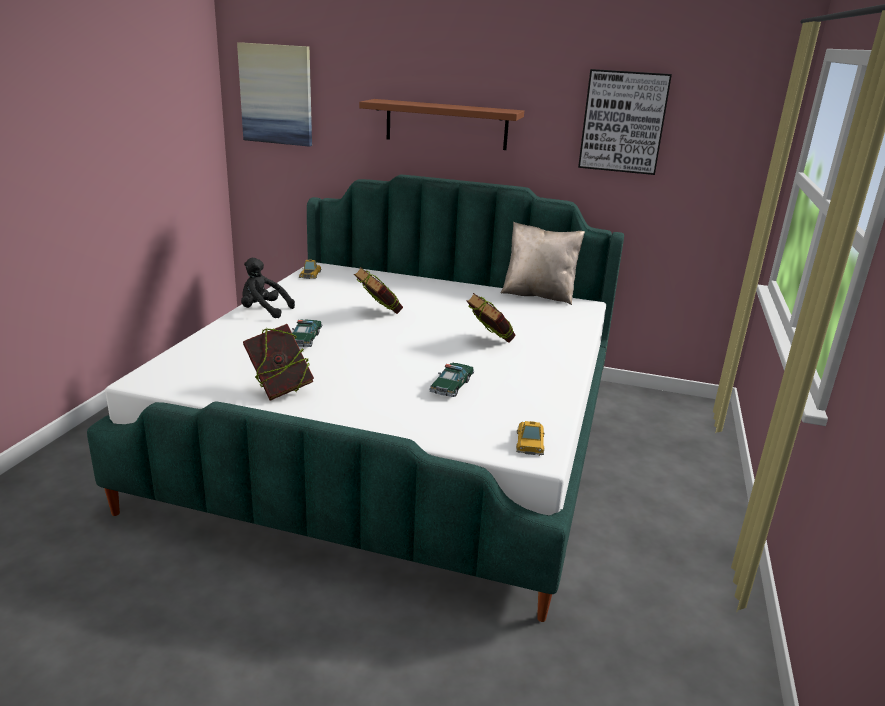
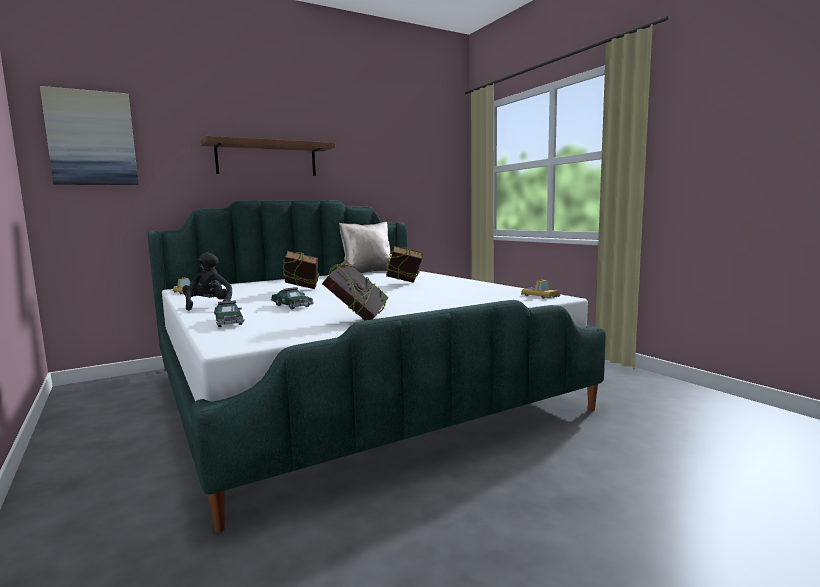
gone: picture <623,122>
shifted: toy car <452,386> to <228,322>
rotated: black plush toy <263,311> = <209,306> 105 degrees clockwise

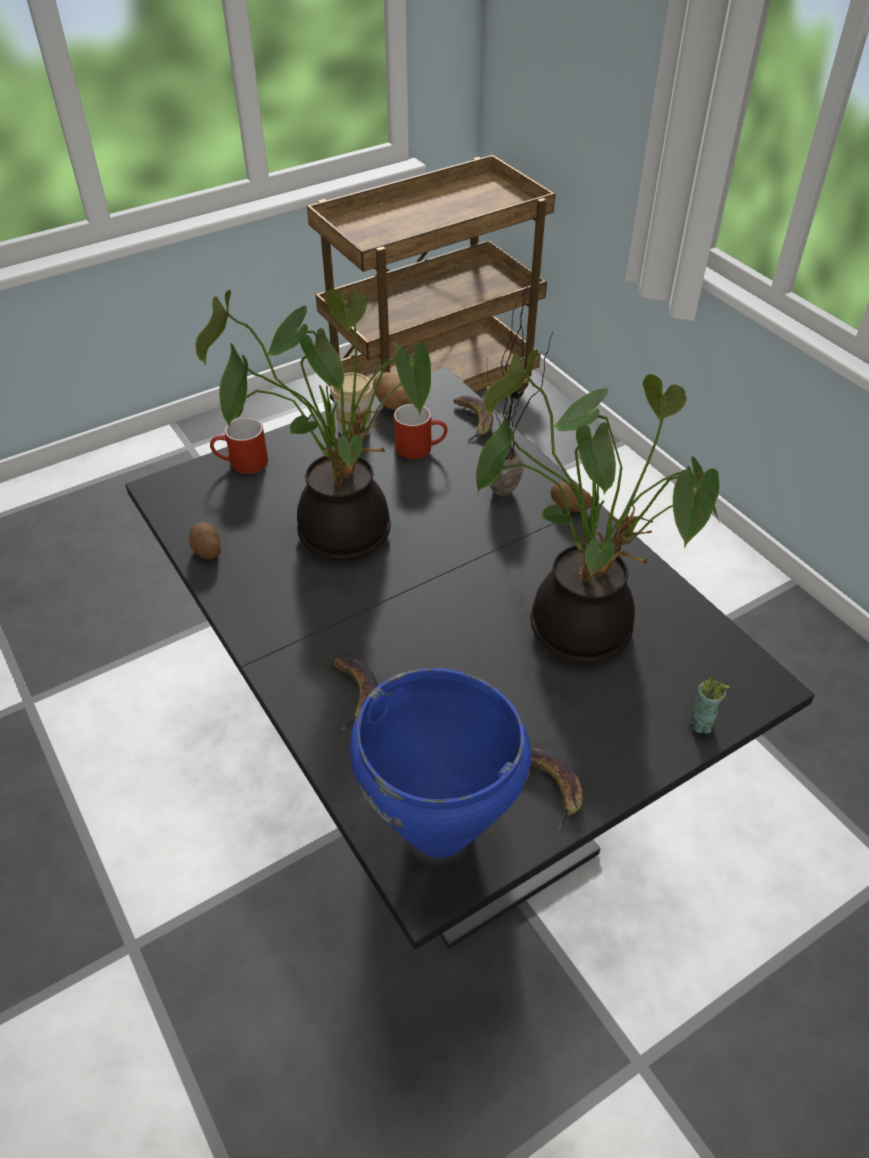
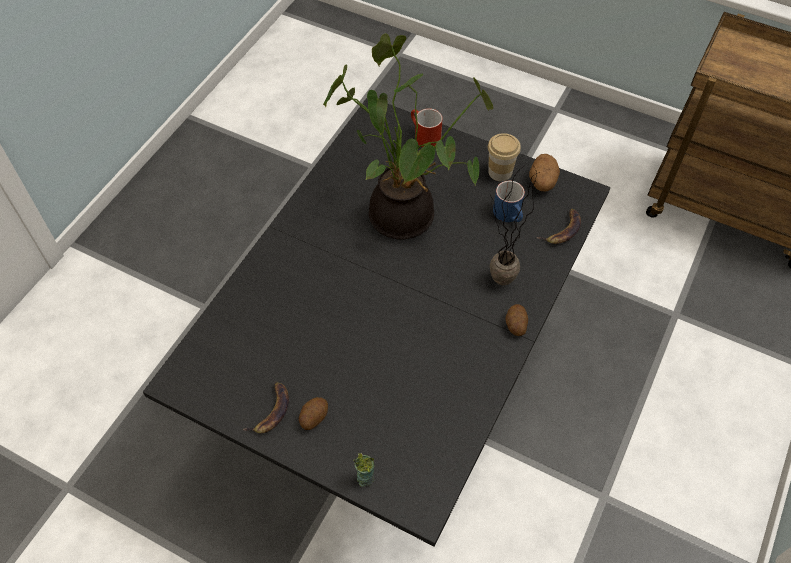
gone: banana <353,693>; blue cooking pot <440,830>; potted plant <581,621>
shifted: potato <207,550> to <313,417>
repainted: red mug <421,447> to blue mug <510,215>

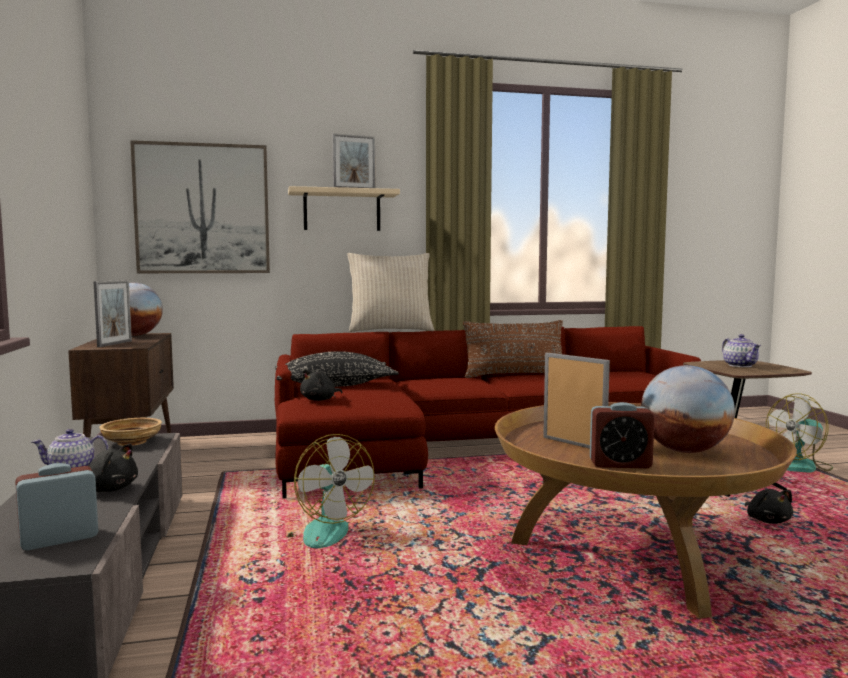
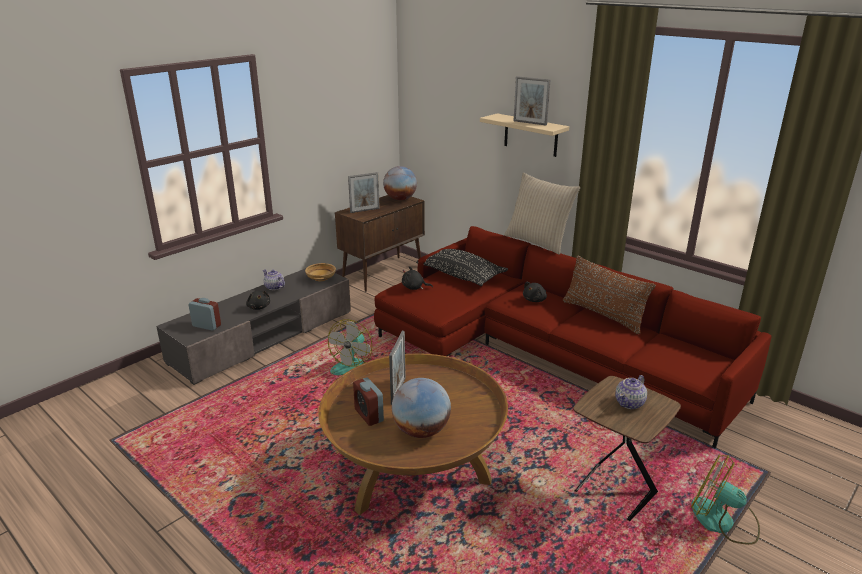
gone: picture <202,209>
shifted: black plush toy <767,520> to <535,300>

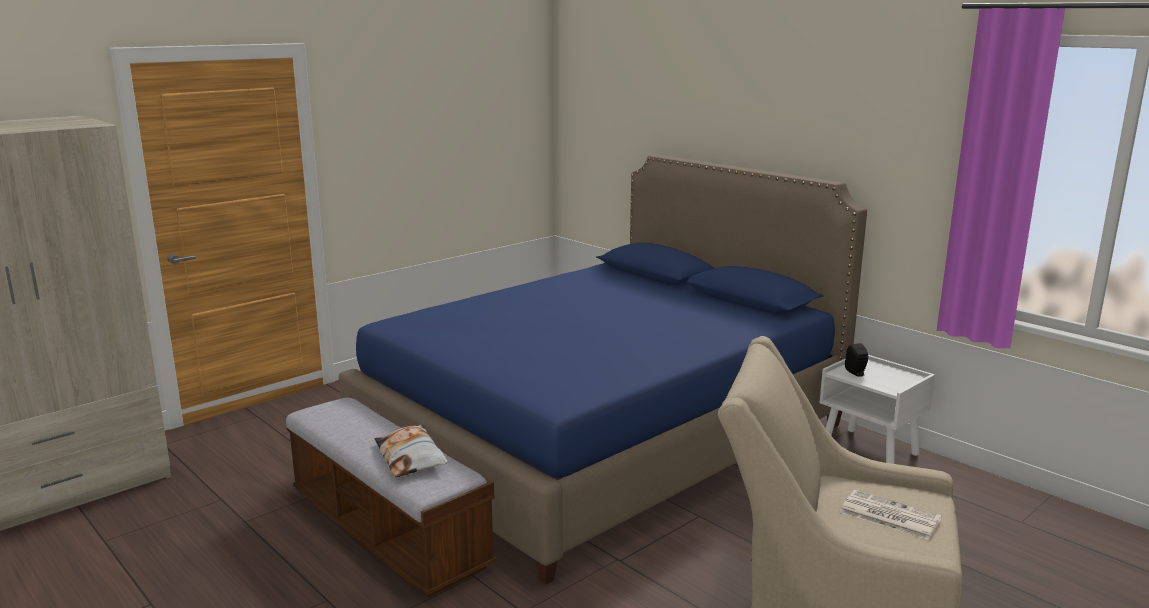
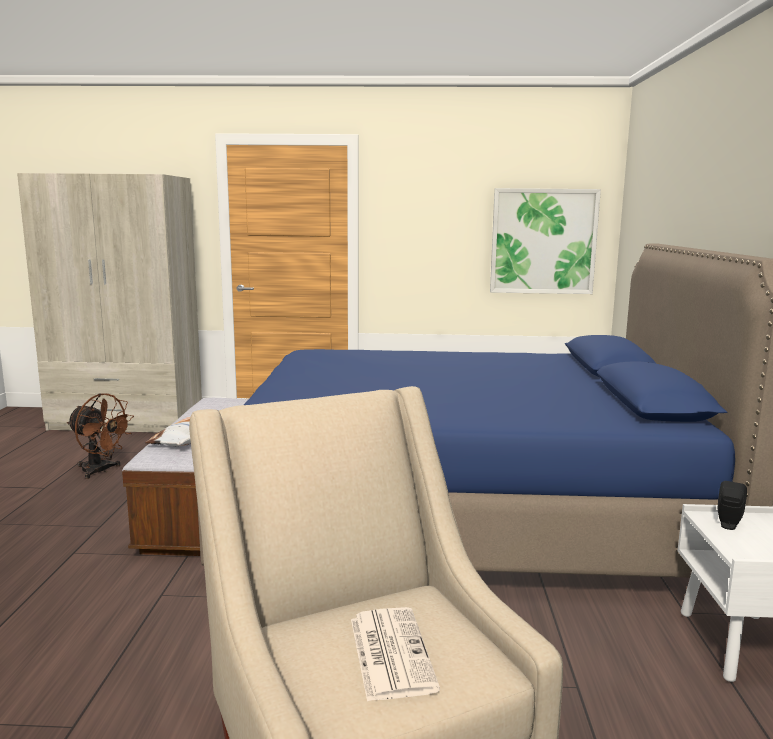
new: brown fan <101,471>; picture <543,241>

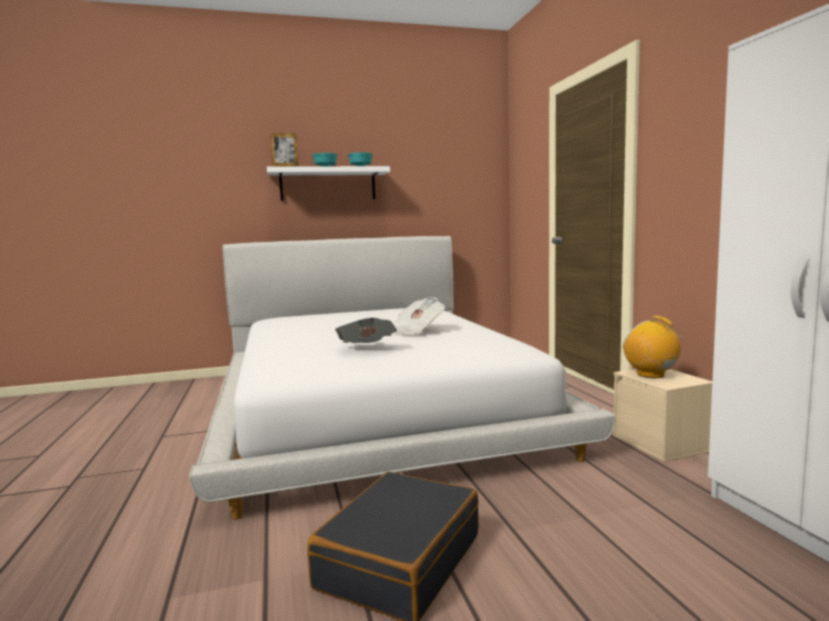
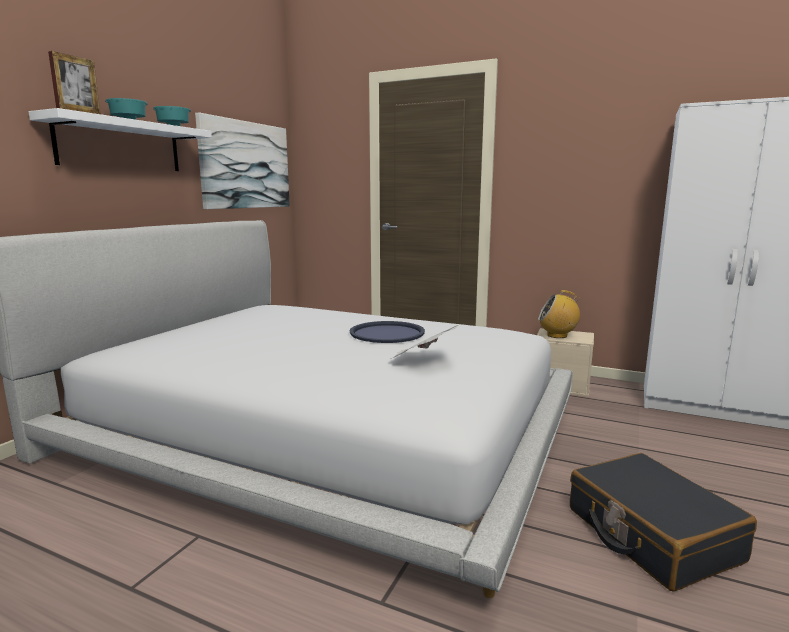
new: picture <246,165>
swapped: newspaper <416,331> to blue tray <387,333>

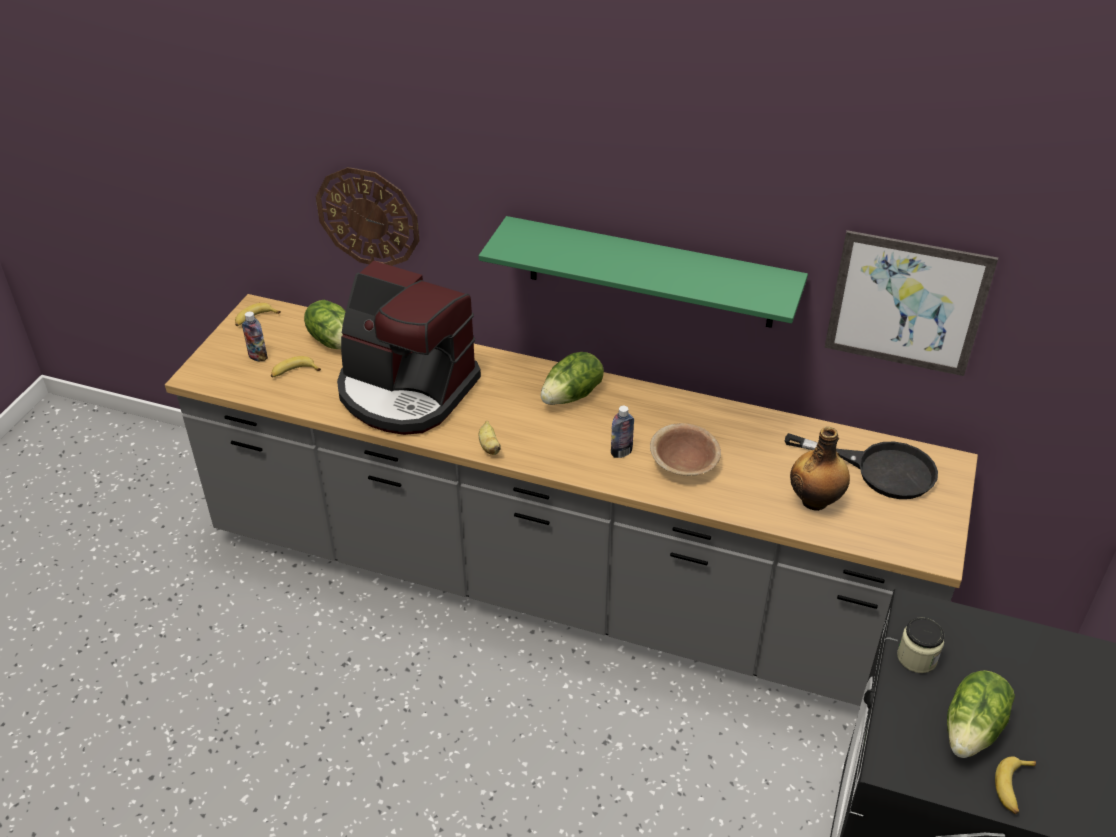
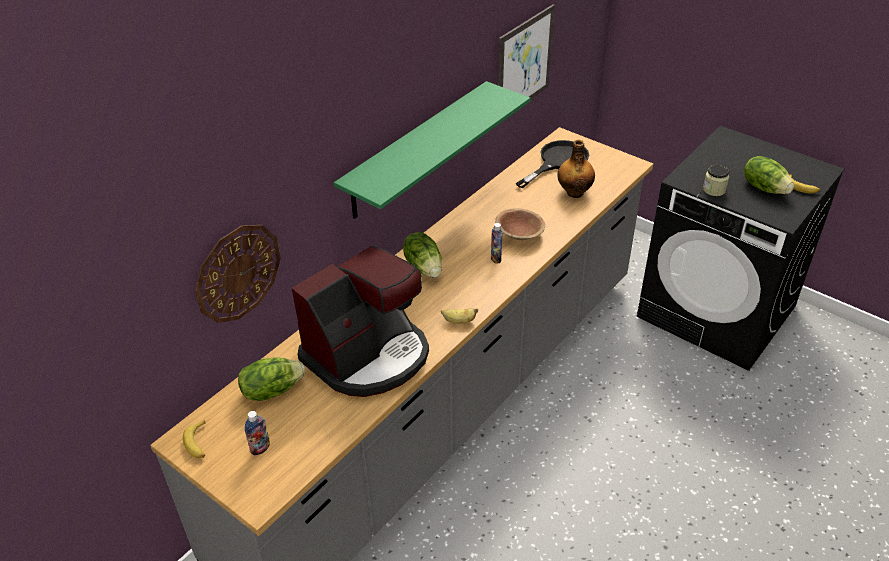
gone: banana <294,372>

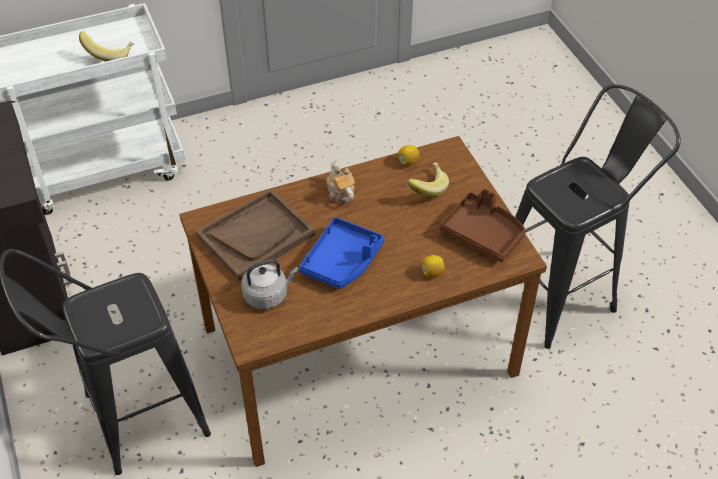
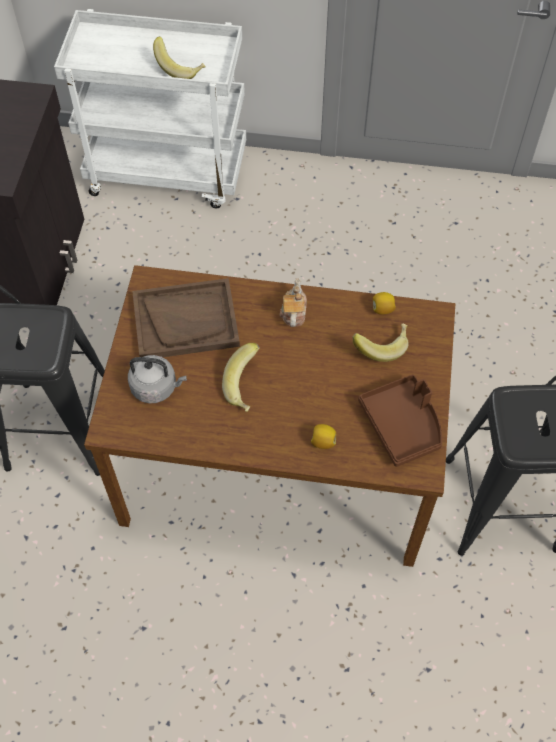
swapped: blue tray <342,261> to banana <246,386>

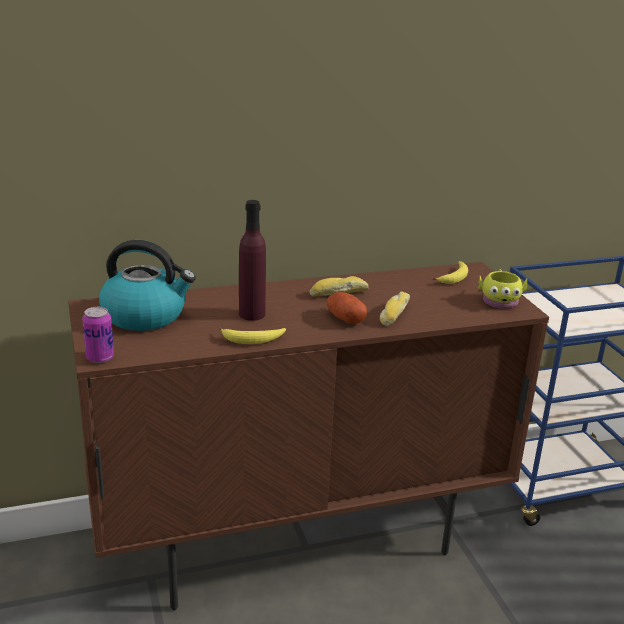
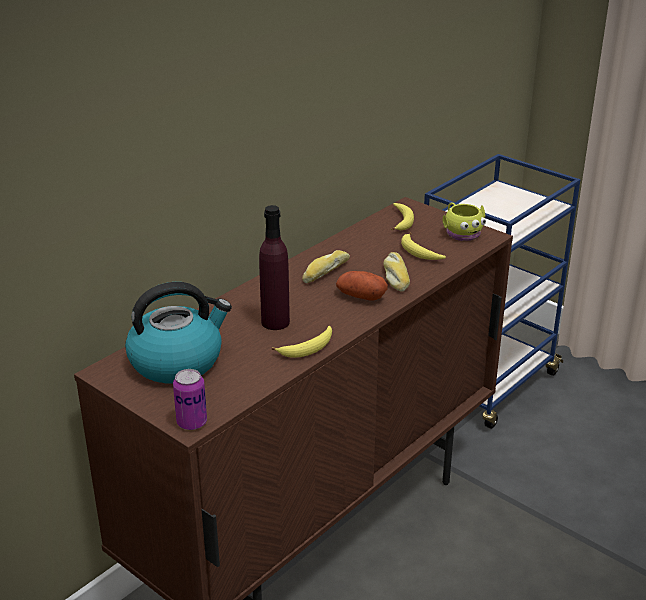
new: banana <419,252>

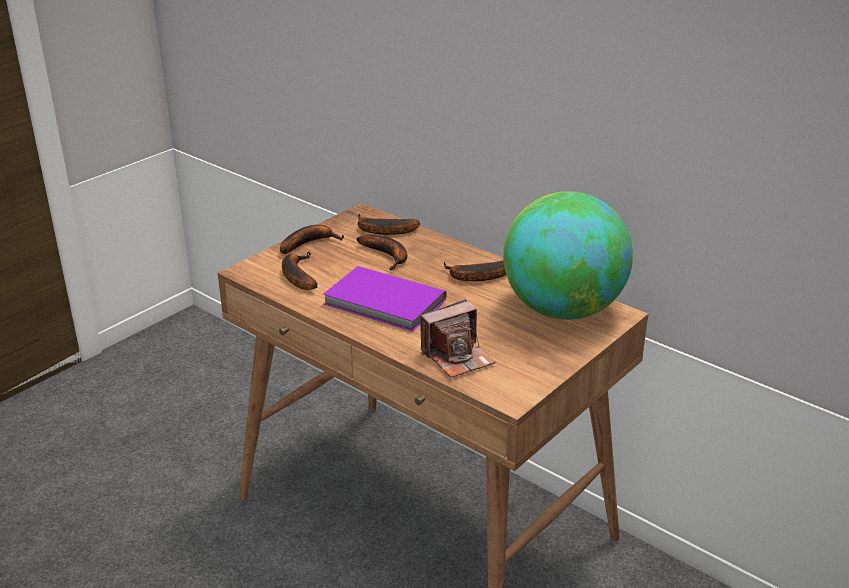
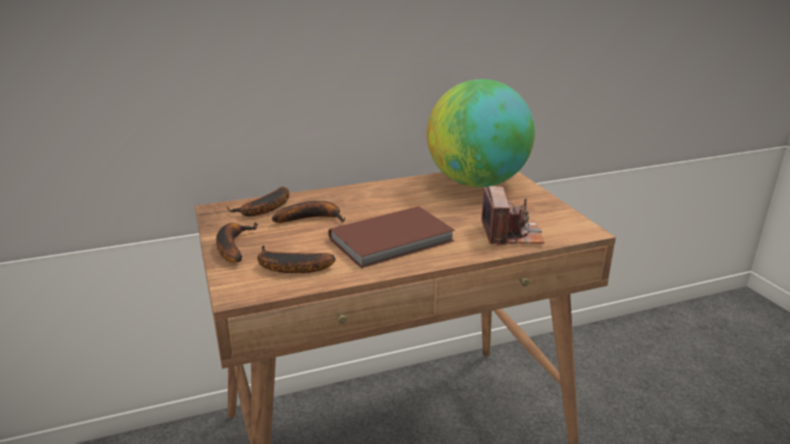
gone: banana <476,277>
repainted: purple book <384,303> to brown book <394,240>

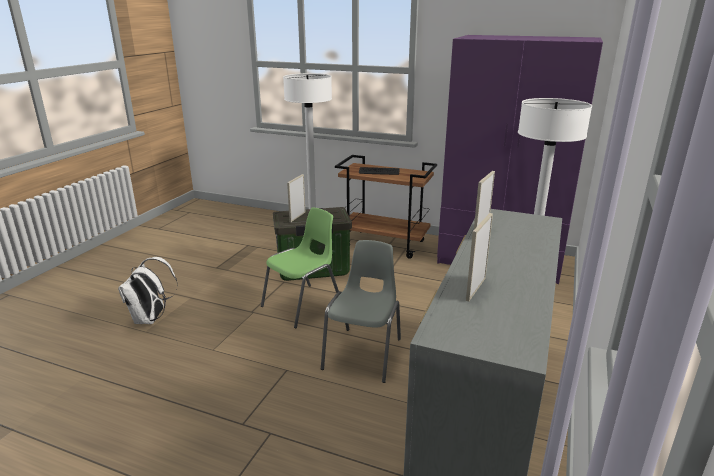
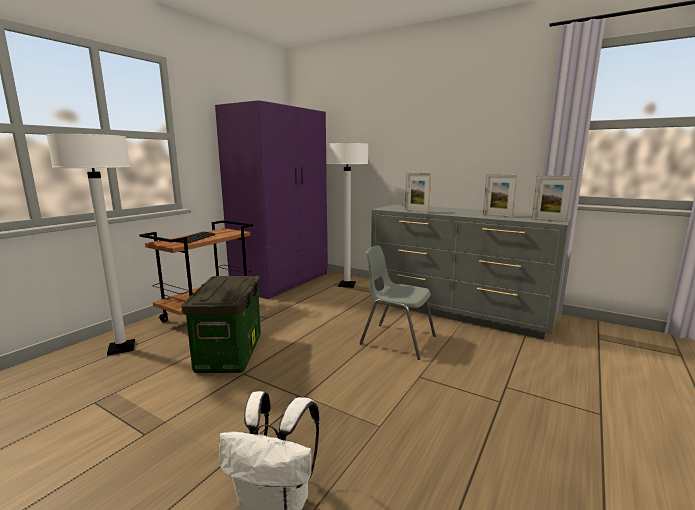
gone: green chair <303,305>
shifted: picture frame <297,217> to <548,220>

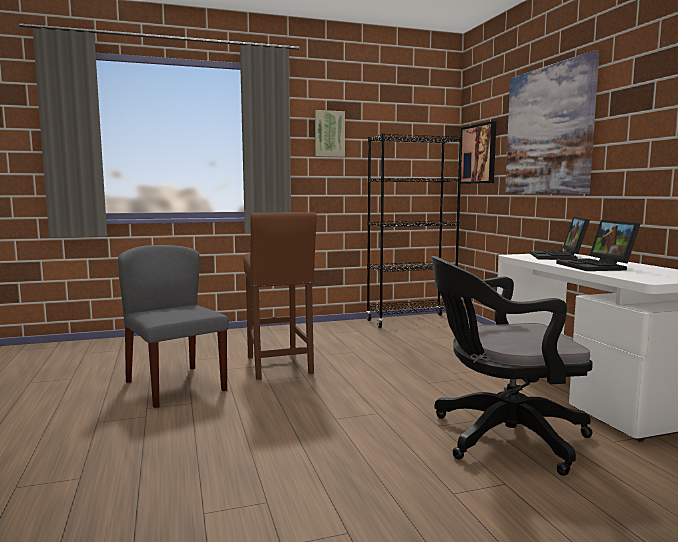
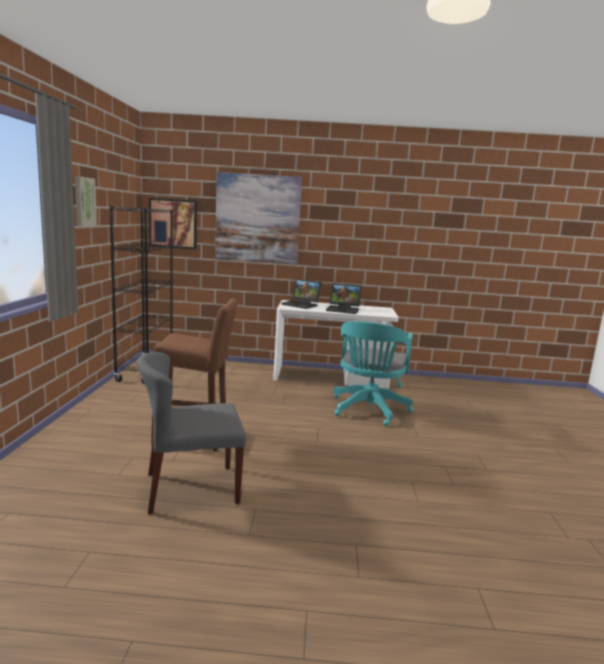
repainted: black office chair <501,437> to turquoise office chair <368,410>

